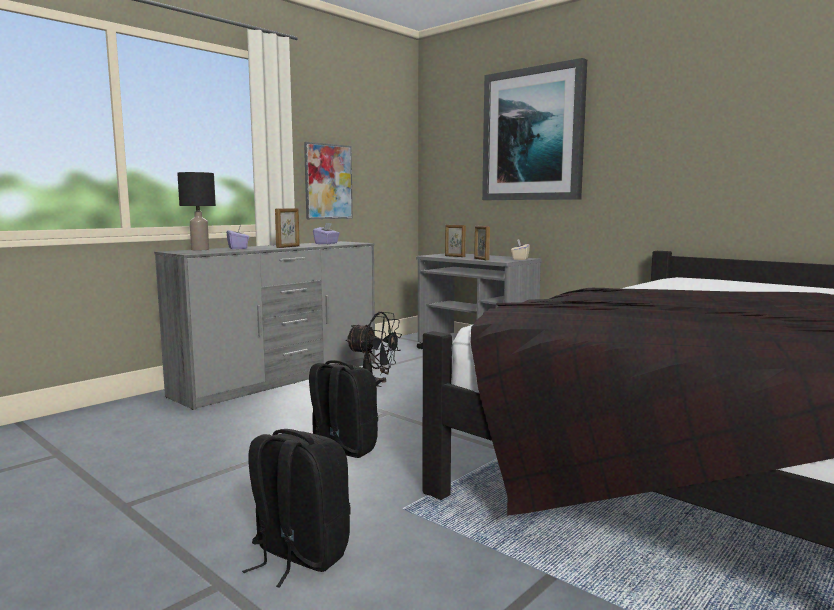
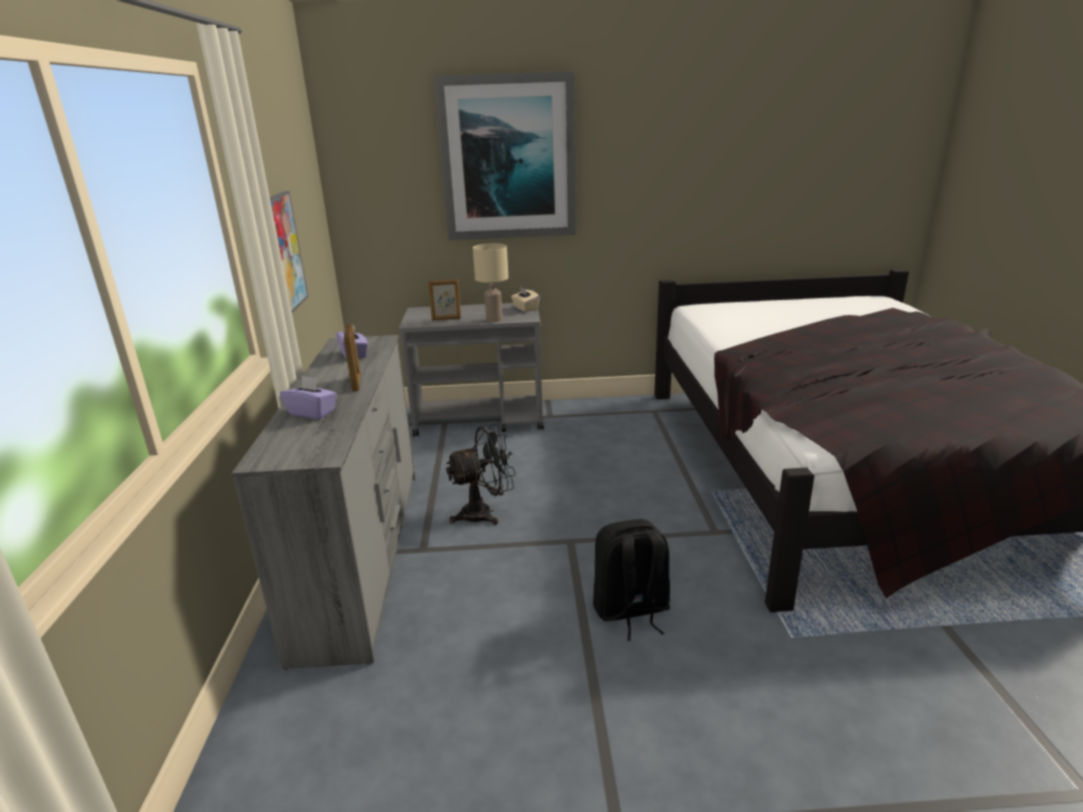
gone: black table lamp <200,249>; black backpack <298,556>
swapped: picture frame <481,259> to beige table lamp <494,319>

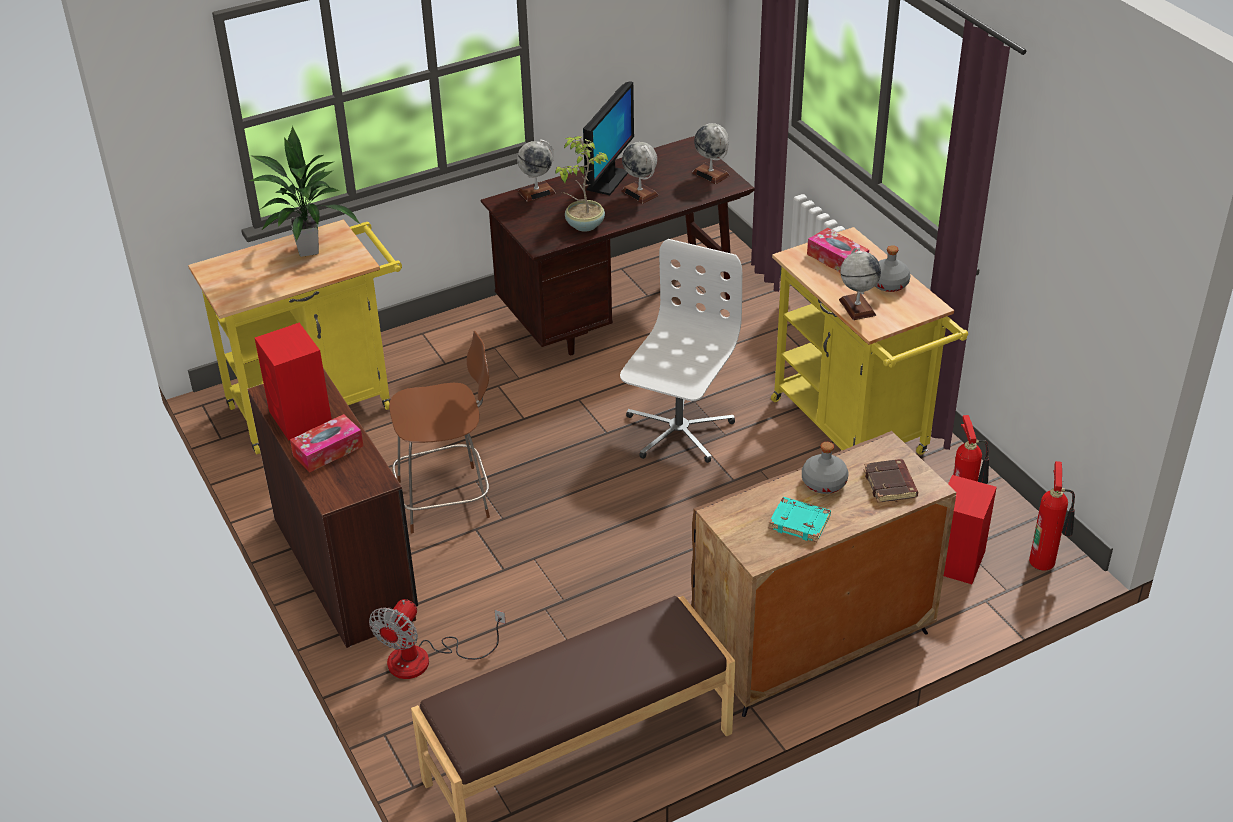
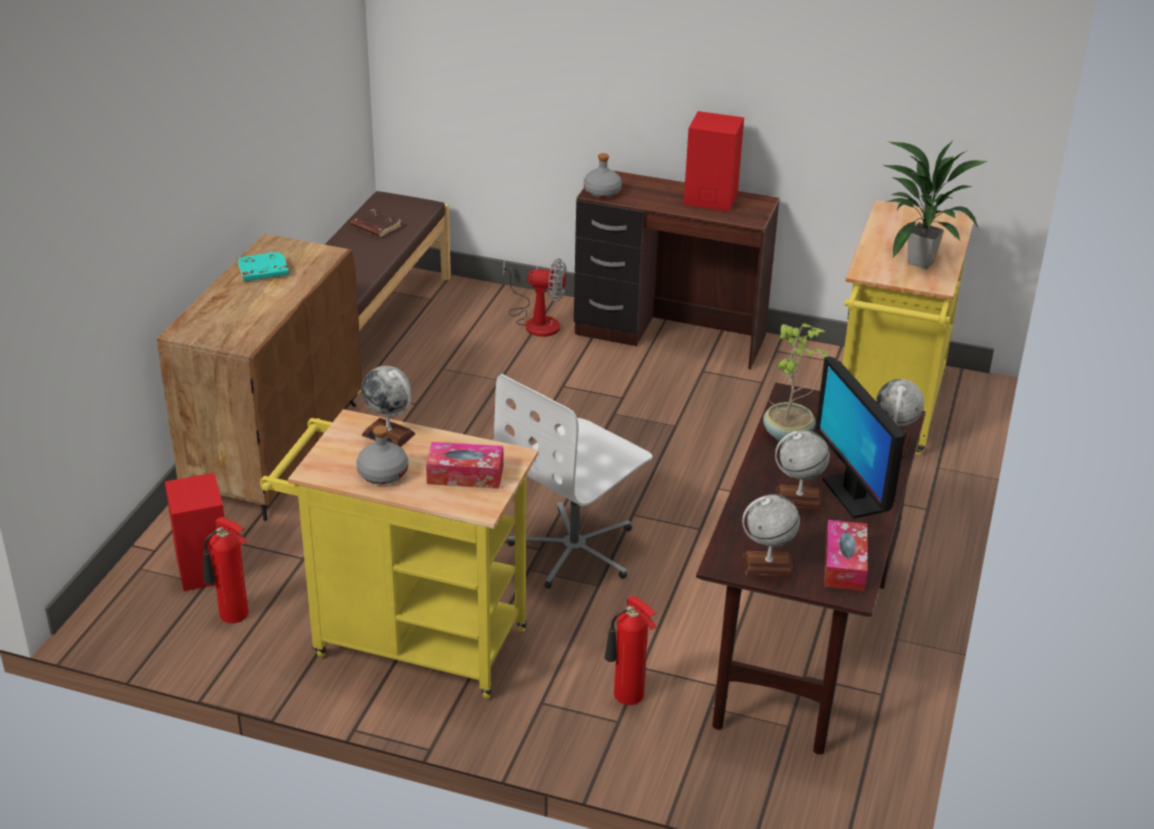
gone: brown chair <447,498>
shifted: brown book <891,485> to <375,227>; grey bottle <824,483> to <601,192>; fire extinguisher <1044,560> to <627,697>; tissue box <328,451> to <844,564>
rotated: white office chair <678,430> = <575,549> 60 degrees clockwise; fan <424,659> = <536,321> 120 degrees clockwise

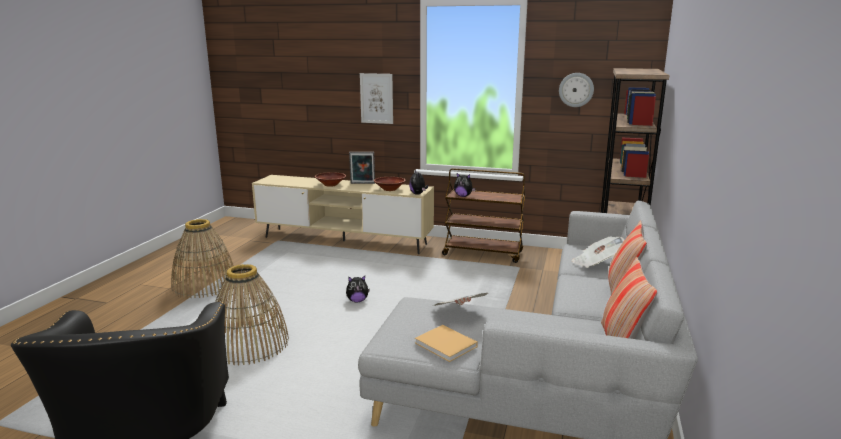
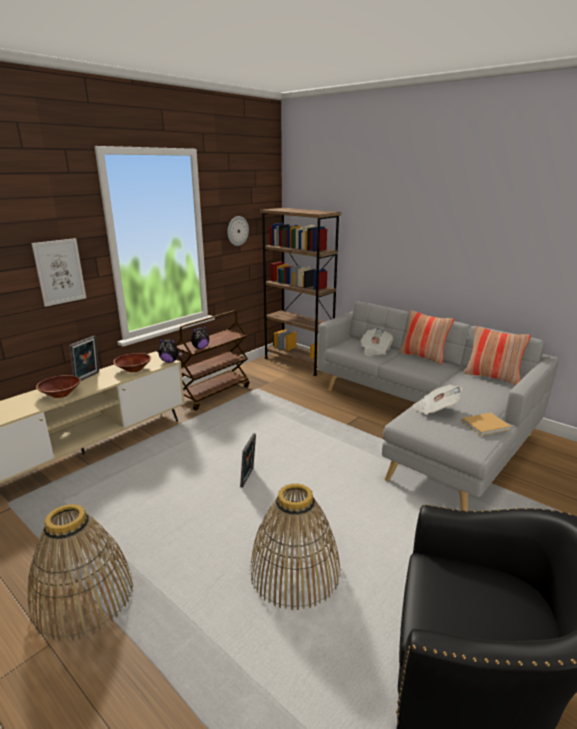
swapped: plush toy <357,301> to picture frame <248,478>

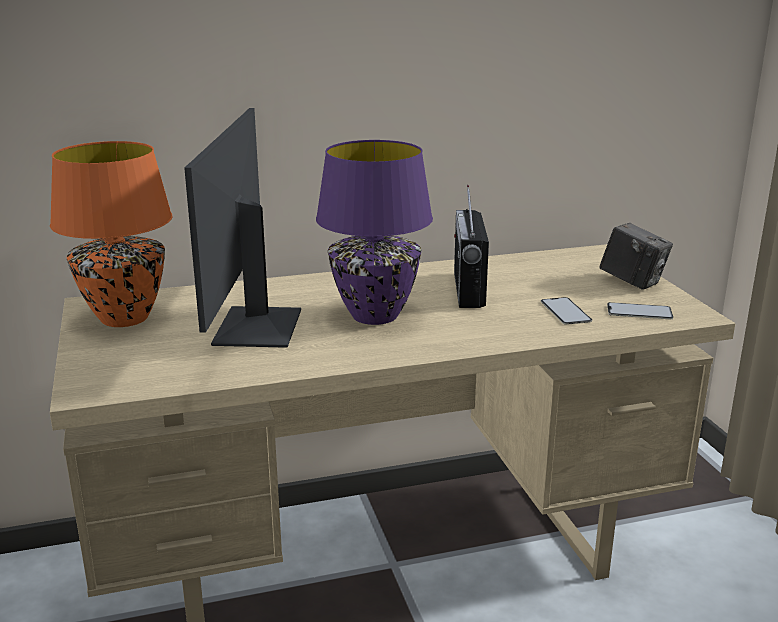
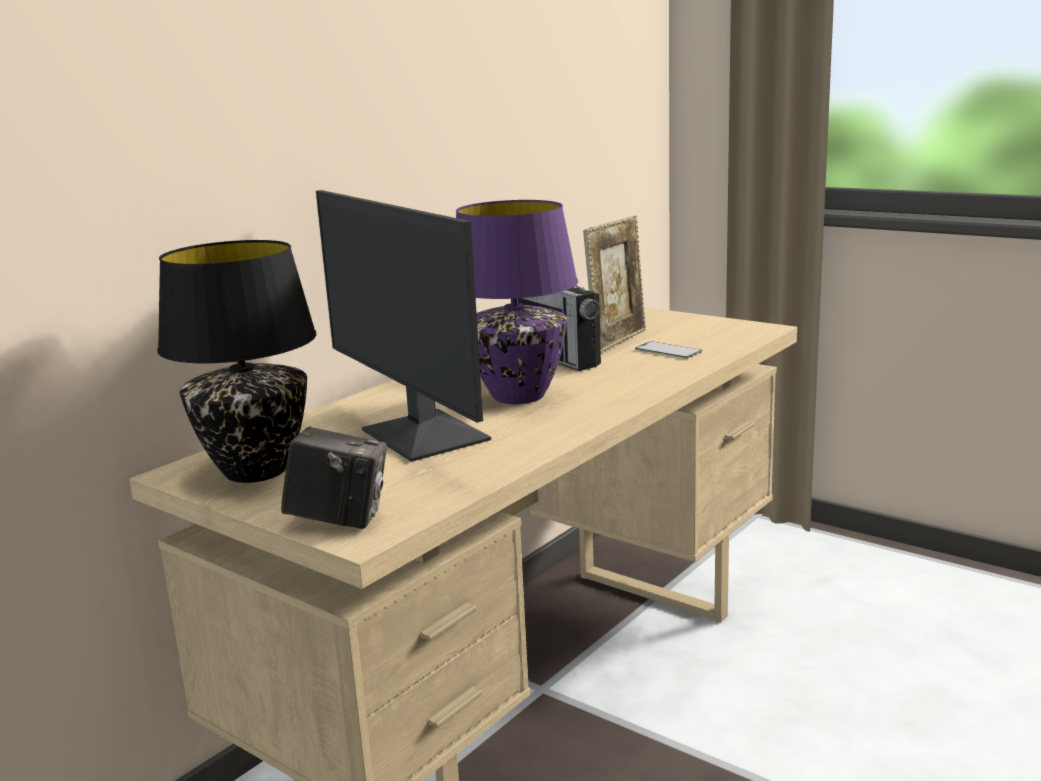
gone: phone <639,311>
new: picture frame <617,341>
shifted: photo camera <632,282> to <339,519>
repainted: orange table lamp <123,318> to black table lamp <254,471>

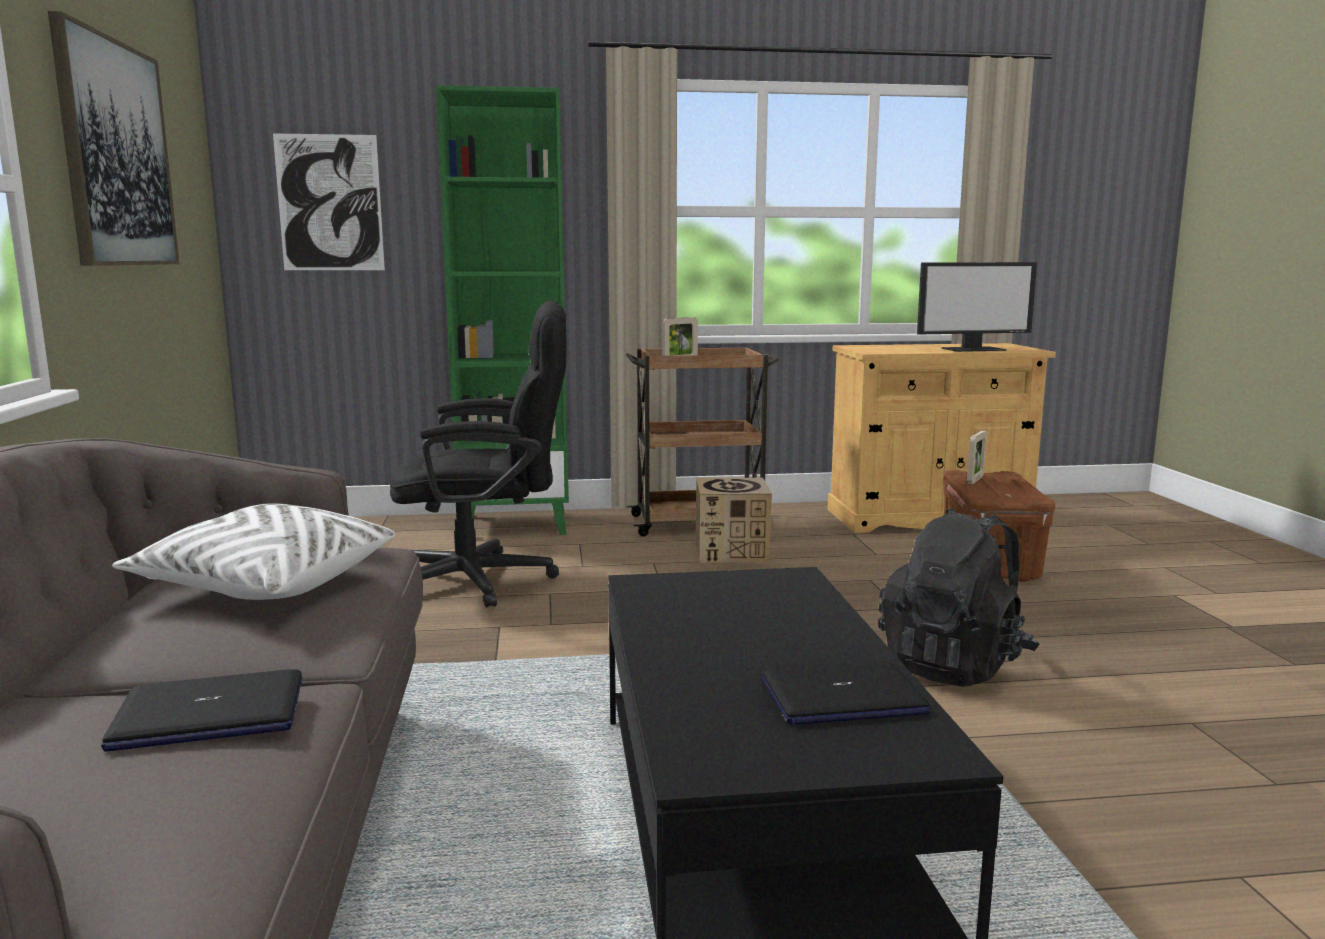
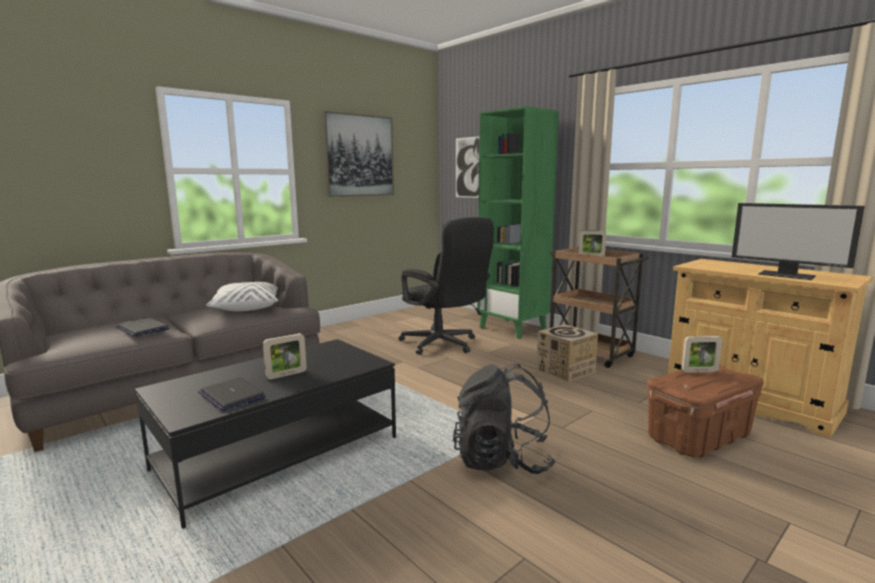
new: picture frame <286,375>

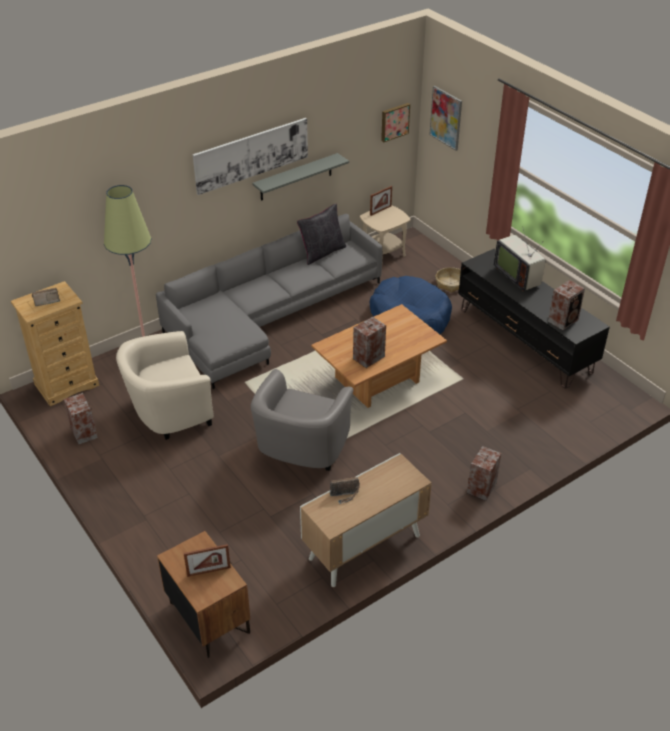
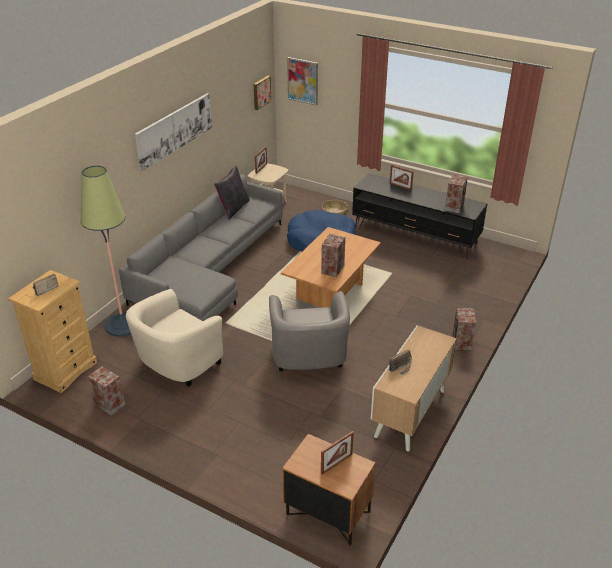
gone: grey shelf <296,177>
swapped: television <518,276> to picture frame <400,186>

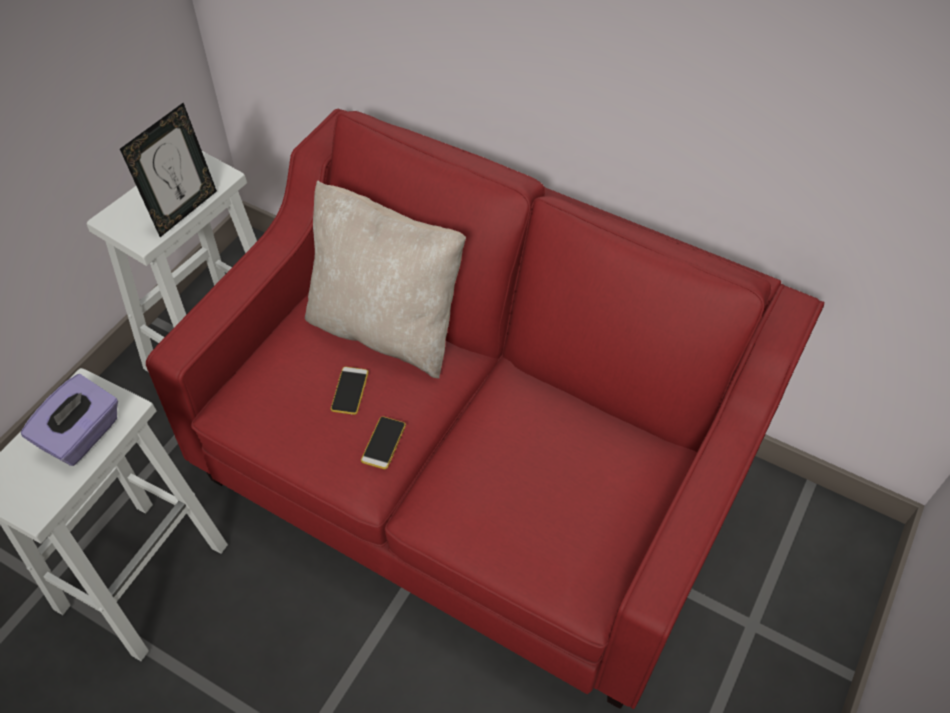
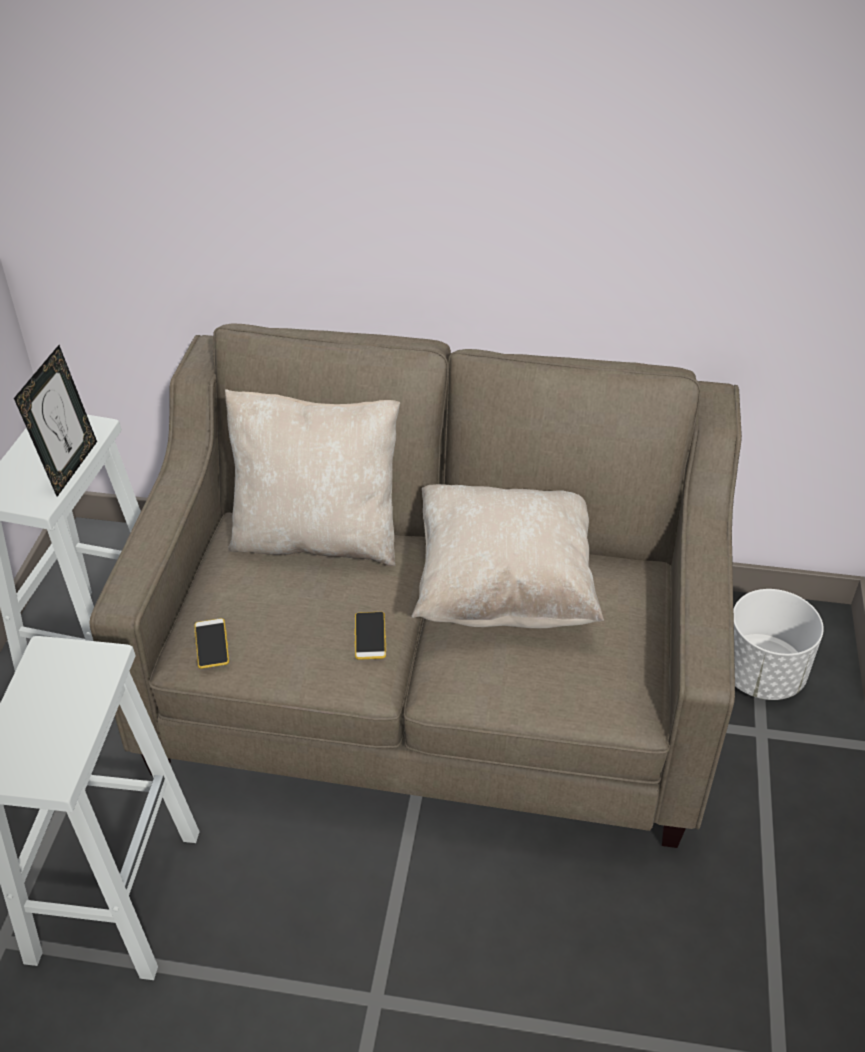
gone: purple tissue box <82,435>
new: beige pillow <504,588>; white planter <760,675>
shifted: phone <349,391> to <211,644>
repainted: red sofa <476,475> to beige sofa <434,684>

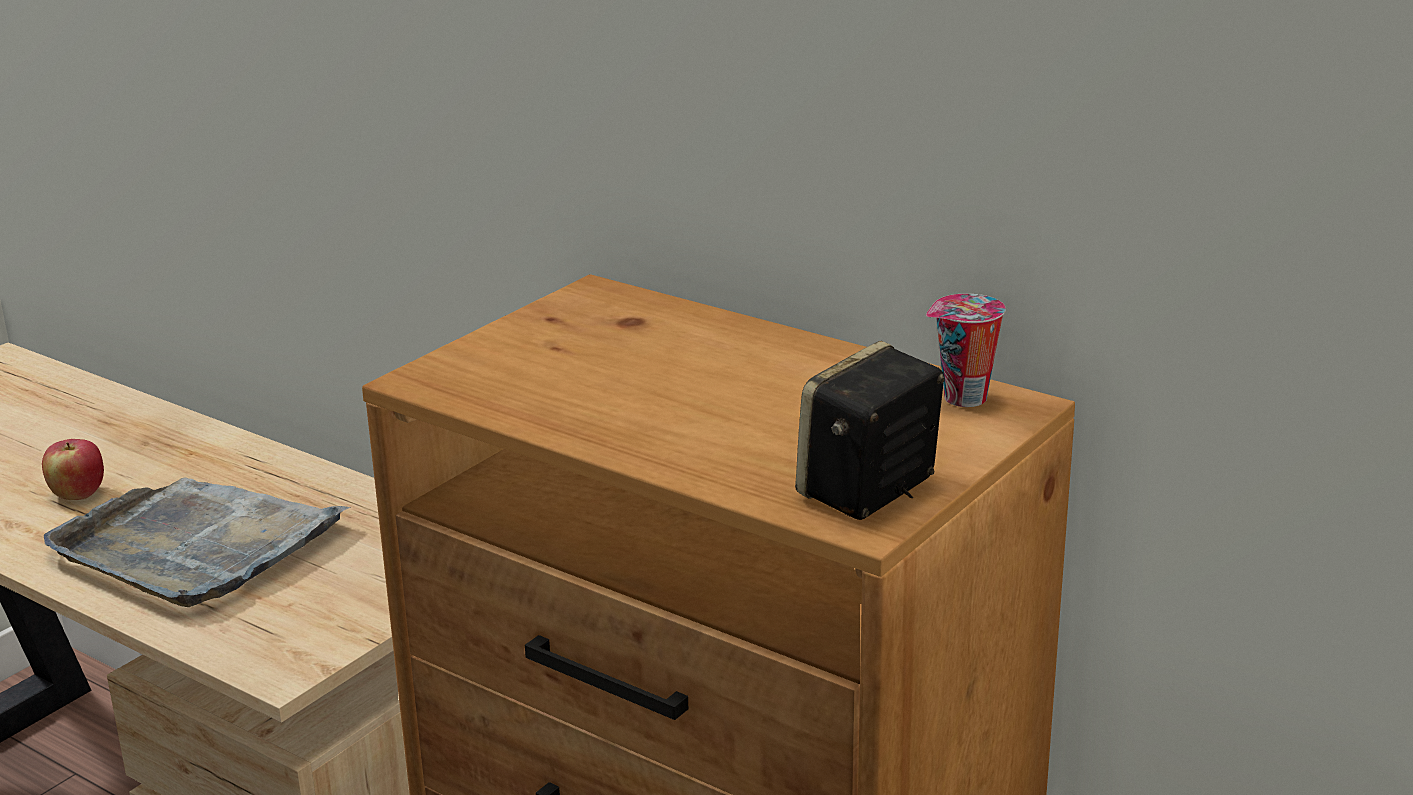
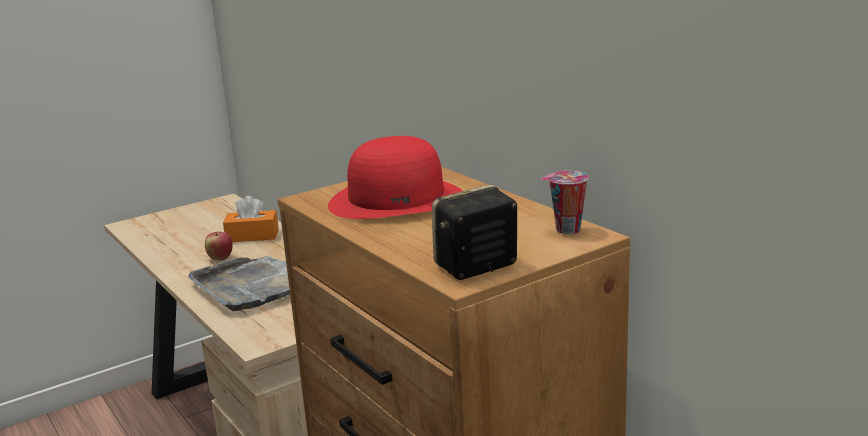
new: orange tissue box <252,236>; red hat <397,199>

